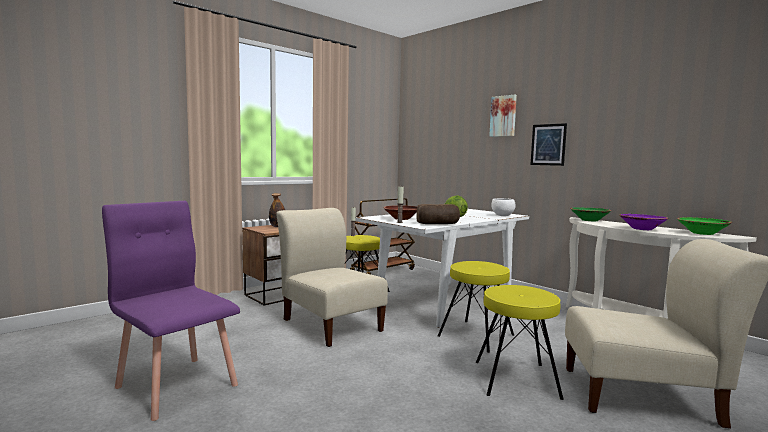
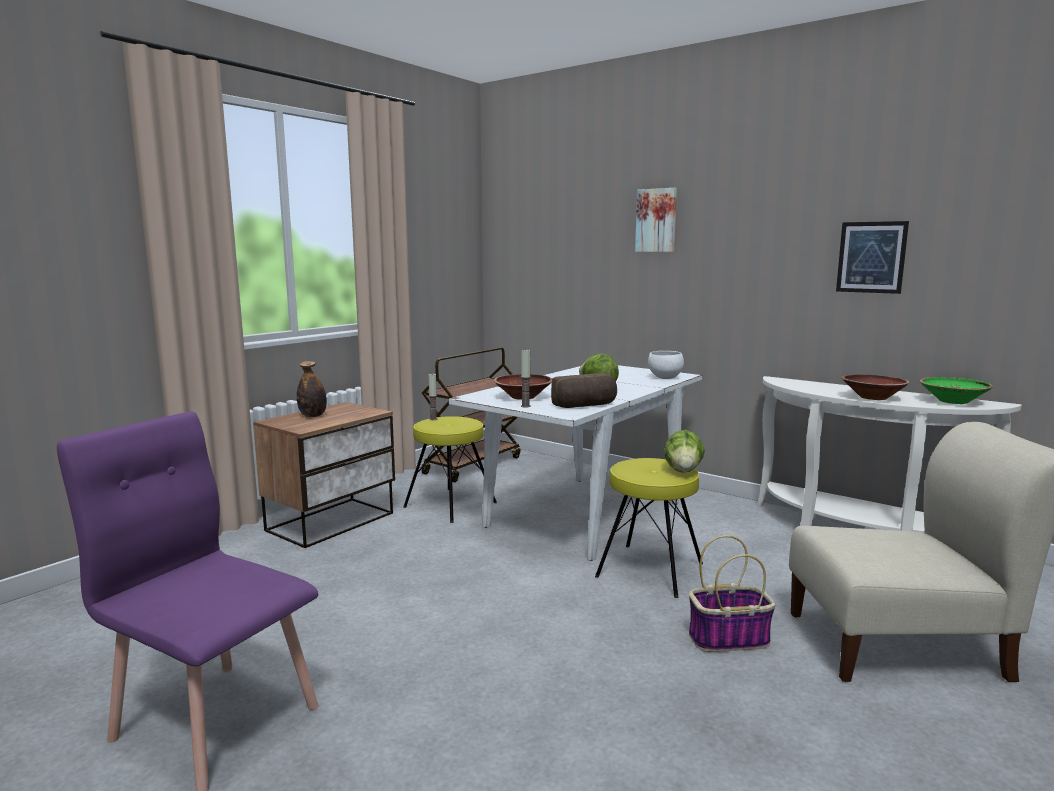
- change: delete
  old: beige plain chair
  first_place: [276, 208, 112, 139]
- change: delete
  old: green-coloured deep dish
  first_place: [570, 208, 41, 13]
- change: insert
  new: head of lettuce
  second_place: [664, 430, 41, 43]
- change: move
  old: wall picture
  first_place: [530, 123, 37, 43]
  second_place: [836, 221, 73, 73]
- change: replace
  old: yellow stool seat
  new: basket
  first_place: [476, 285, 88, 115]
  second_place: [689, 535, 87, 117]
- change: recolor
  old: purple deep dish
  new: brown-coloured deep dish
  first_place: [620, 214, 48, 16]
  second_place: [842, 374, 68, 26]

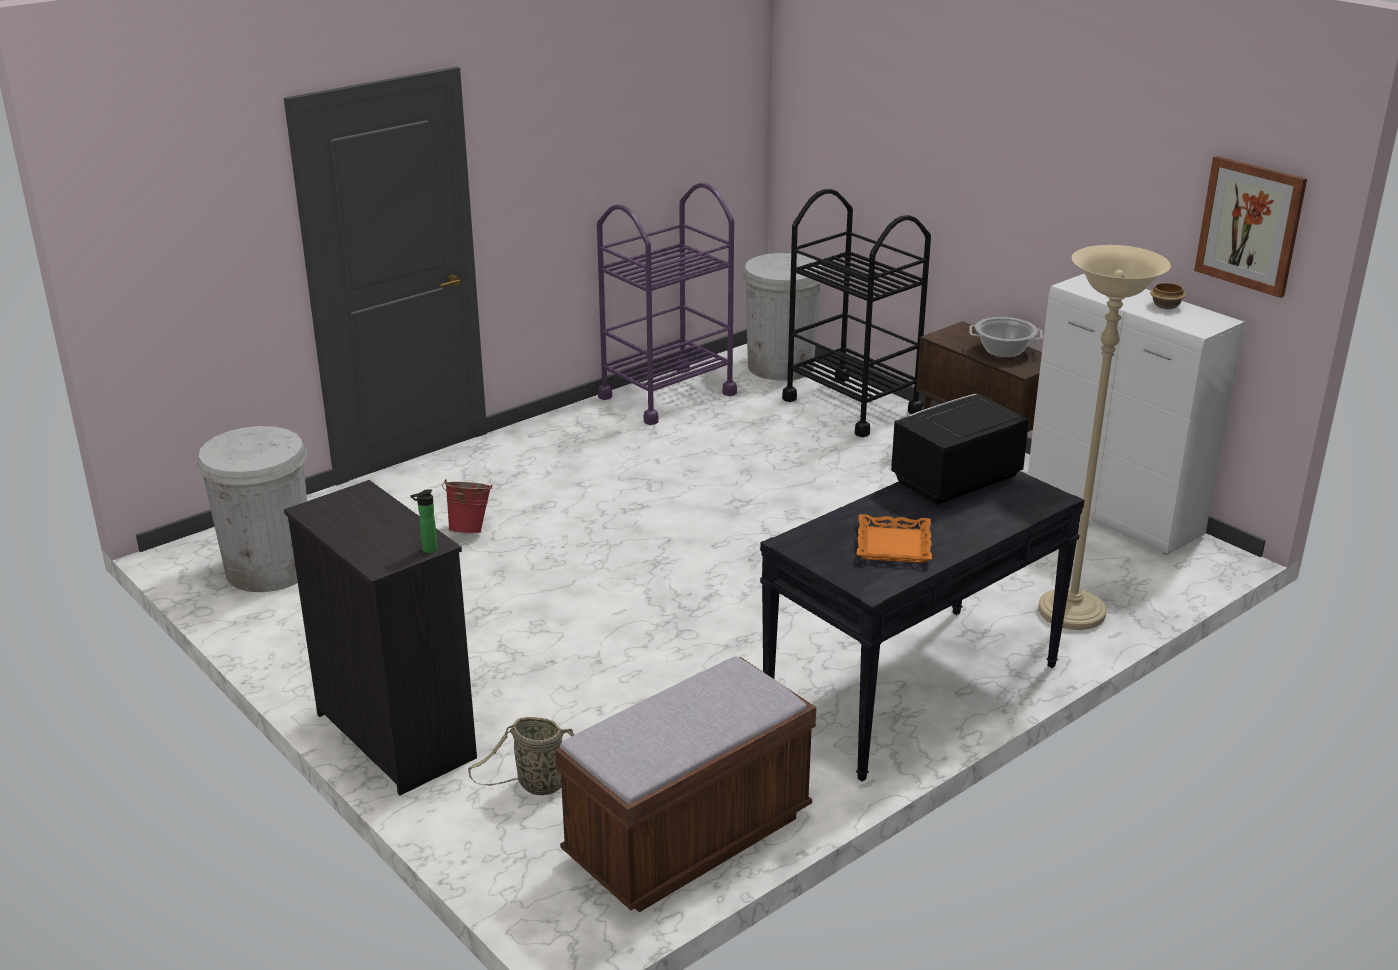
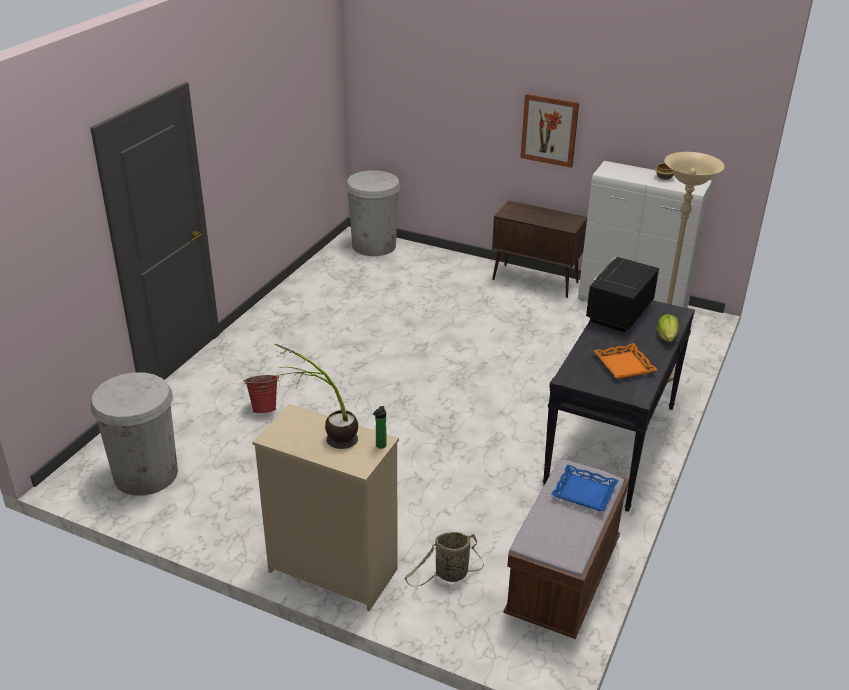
- change: delete
  old: purple cart
  first_place: [597, 183, 140, 242]
- change: delete
  old: black-coloured cart
  first_place: [782, 189, 149, 248]
- change: delete
  old: stockpot
  first_place: [969, 317, 74, 41]
- change: insert
  new: plant in a pot
  second_place: [275, 344, 83, 105]
- change: insert
  new: blue serving tray
  second_place: [551, 464, 68, 47]
- change: insert
  new: head of lettuce
  second_place: [657, 314, 22, 28]
- change: move
  old: wall picture
  first_place: [1194, 156, 113, 142]
  second_place: [520, 94, 59, 74]
- change: recolor
  old: black-coloured chest of drawers
  new: beige chest of drawers
  first_place: [284, 480, 193, 315]
  second_place: [252, 404, 147, 207]

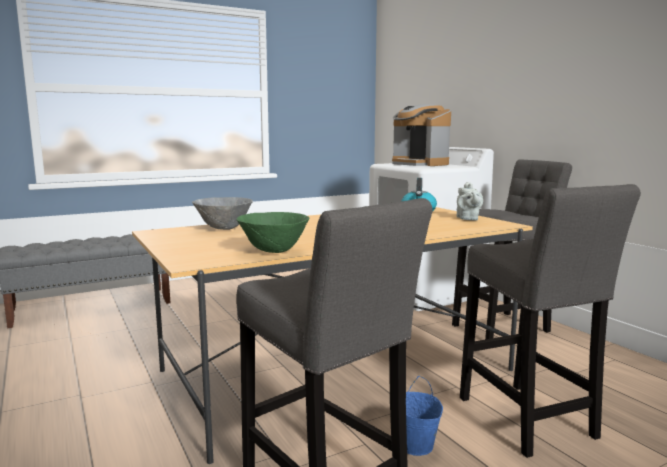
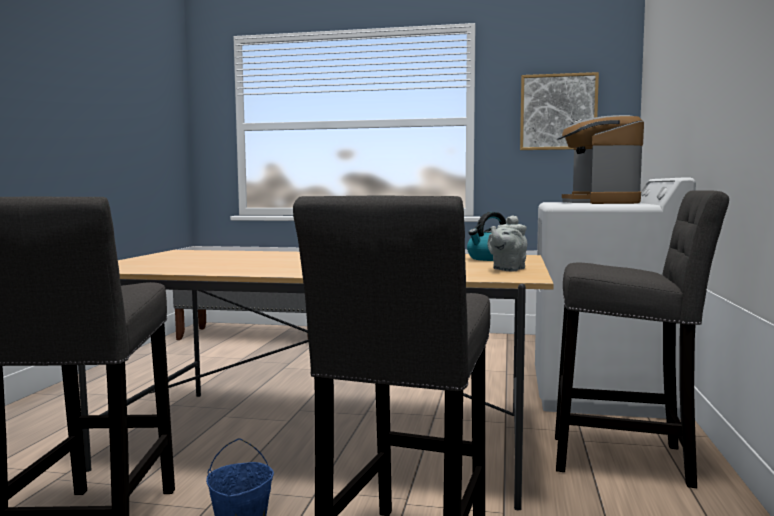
- change: delete
  old: gray deep dish
  first_place: [192, 197, 61, 33]
- change: delete
  old: green-coloured deep dish
  first_place: [236, 212, 74, 41]
- change: insert
  new: wall picture
  second_place: [520, 72, 79, 78]

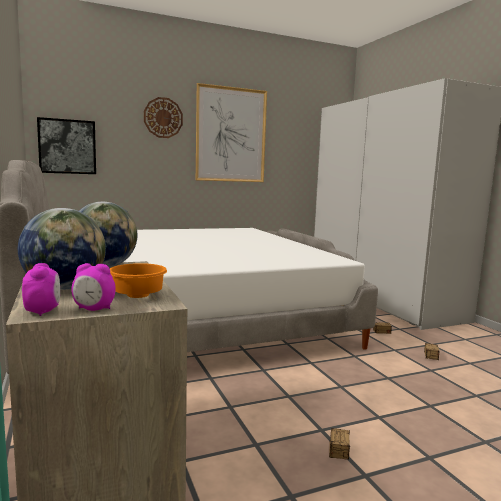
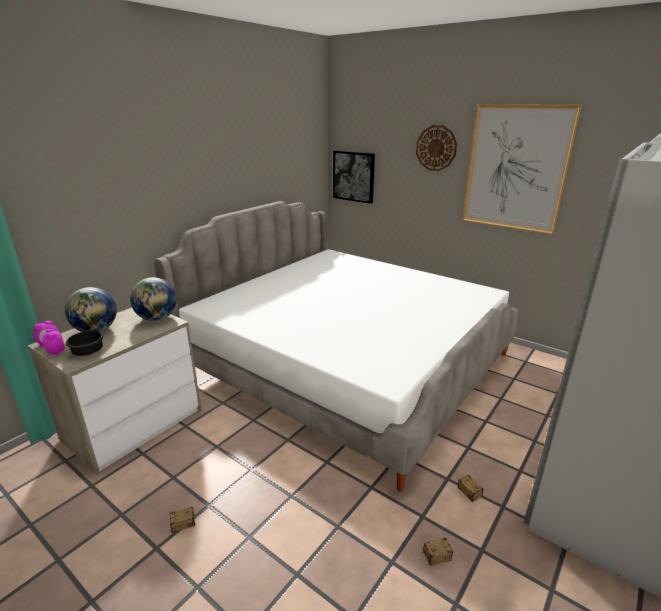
- change: recolor
  old: orange deep dish
  new: black-coloured deep dish
  first_place: [110, 263, 57, 35]
  second_place: [66, 331, 38, 25]

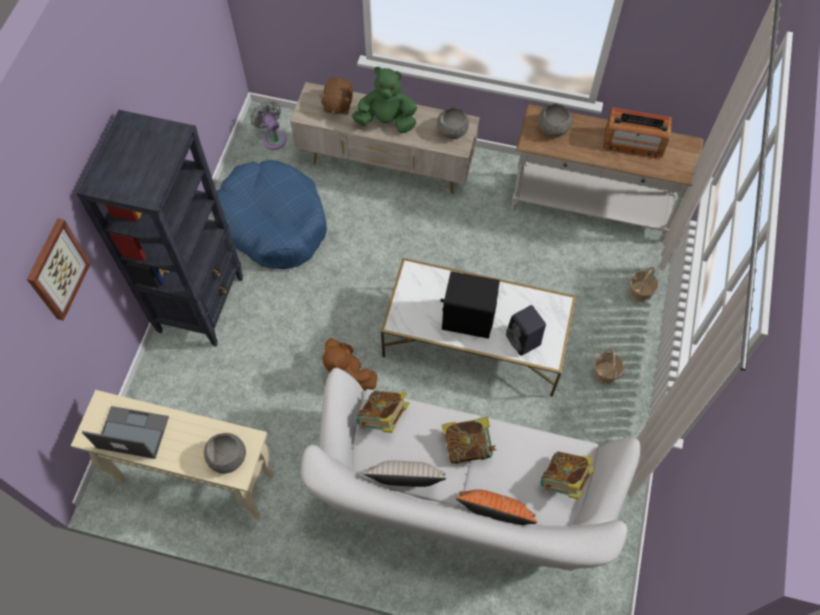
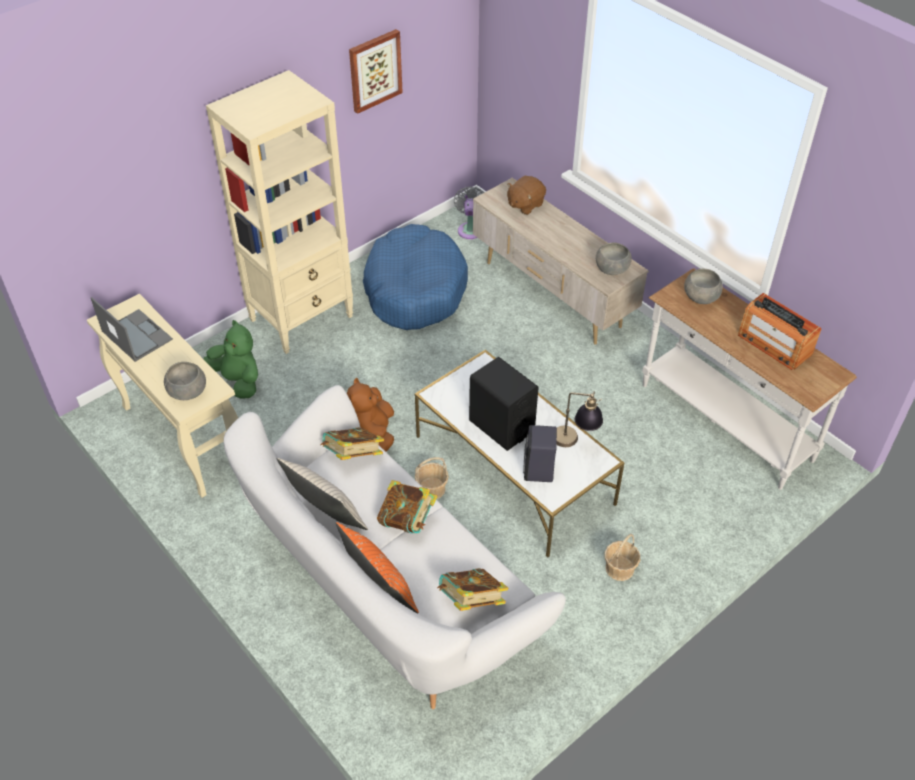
- change: insert
  new: table lamp
  second_place: [557, 392, 46, 55]
- change: move
  old: wall picture
  first_place: [27, 218, 64, 103]
  second_place: [349, 29, 54, 85]
- change: move
  old: green-coloured soft toy
  first_place: [352, 67, 65, 66]
  second_place: [204, 320, 54, 79]
- change: move
  old: basket
  first_place: [629, 266, 30, 36]
  second_place: [415, 457, 34, 43]
- change: recolor
  old: black-coloured bookcase
  new: beige bookcase
  first_place: [76, 110, 167, 236]
  second_place: [206, 70, 147, 284]

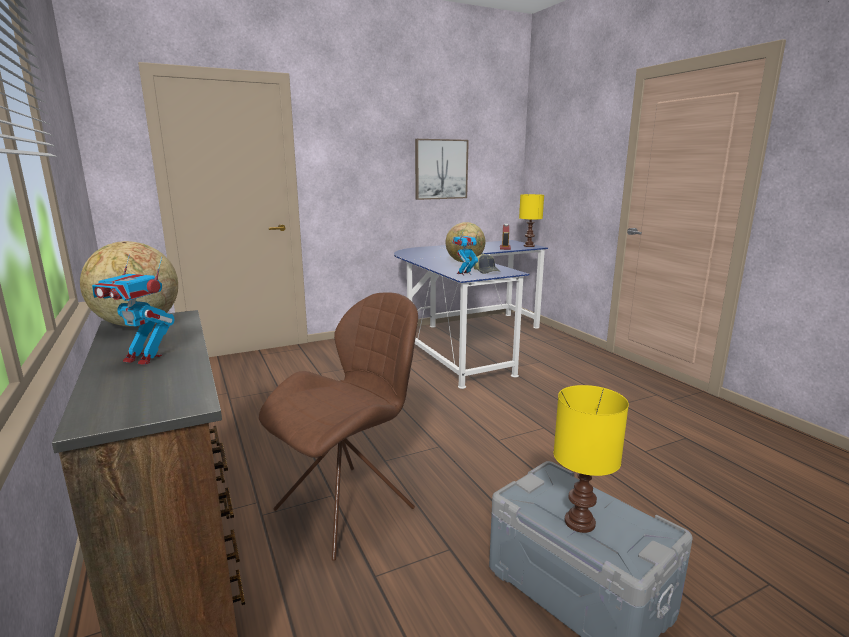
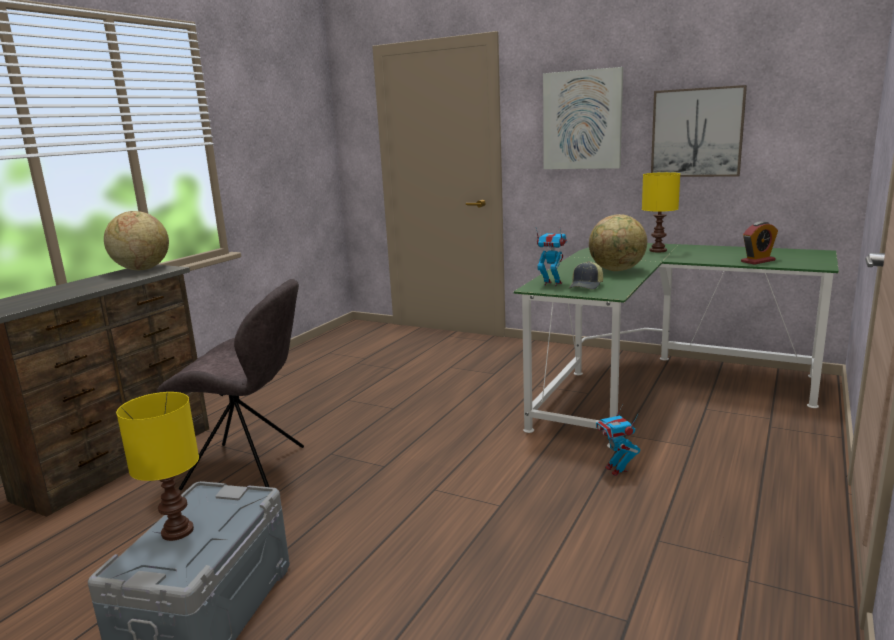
- change: insert
  new: wall picture
  second_place: [543, 67, 80, 102]
- change: move
  old: toy robot
  first_place: [92, 255, 83, 110]
  second_place: [596, 403, 44, 73]
- change: move
  old: yellow table lamp
  first_place: [519, 194, 25, 53]
  second_place: [642, 172, 38, 80]
- change: recolor
  old: brown-coloured plain chair
  new: gray plain chair
  first_place: [259, 293, 159, 268]
  second_place: [156, 279, 148, 211]
- change: recolor
  old: blue desk
  new: green-coloured desk
  first_place: [394, 240, 154, 149]
  second_place: [514, 243, 325, 205]

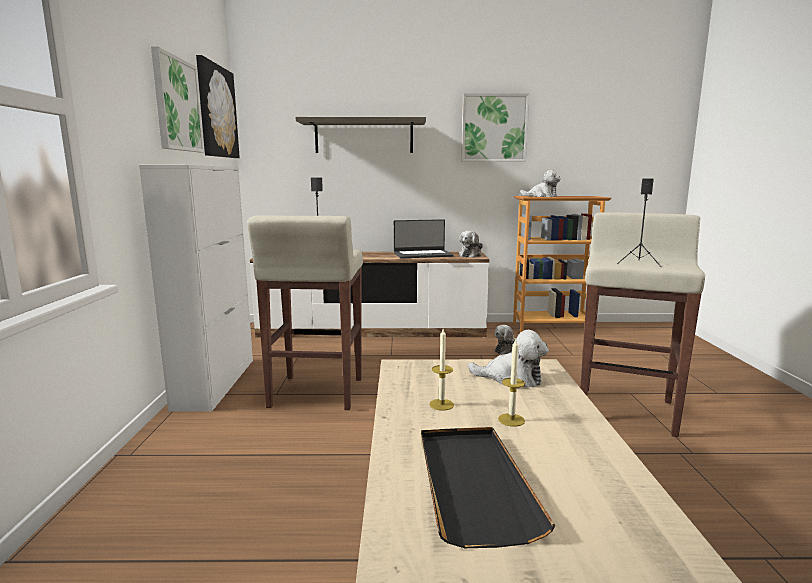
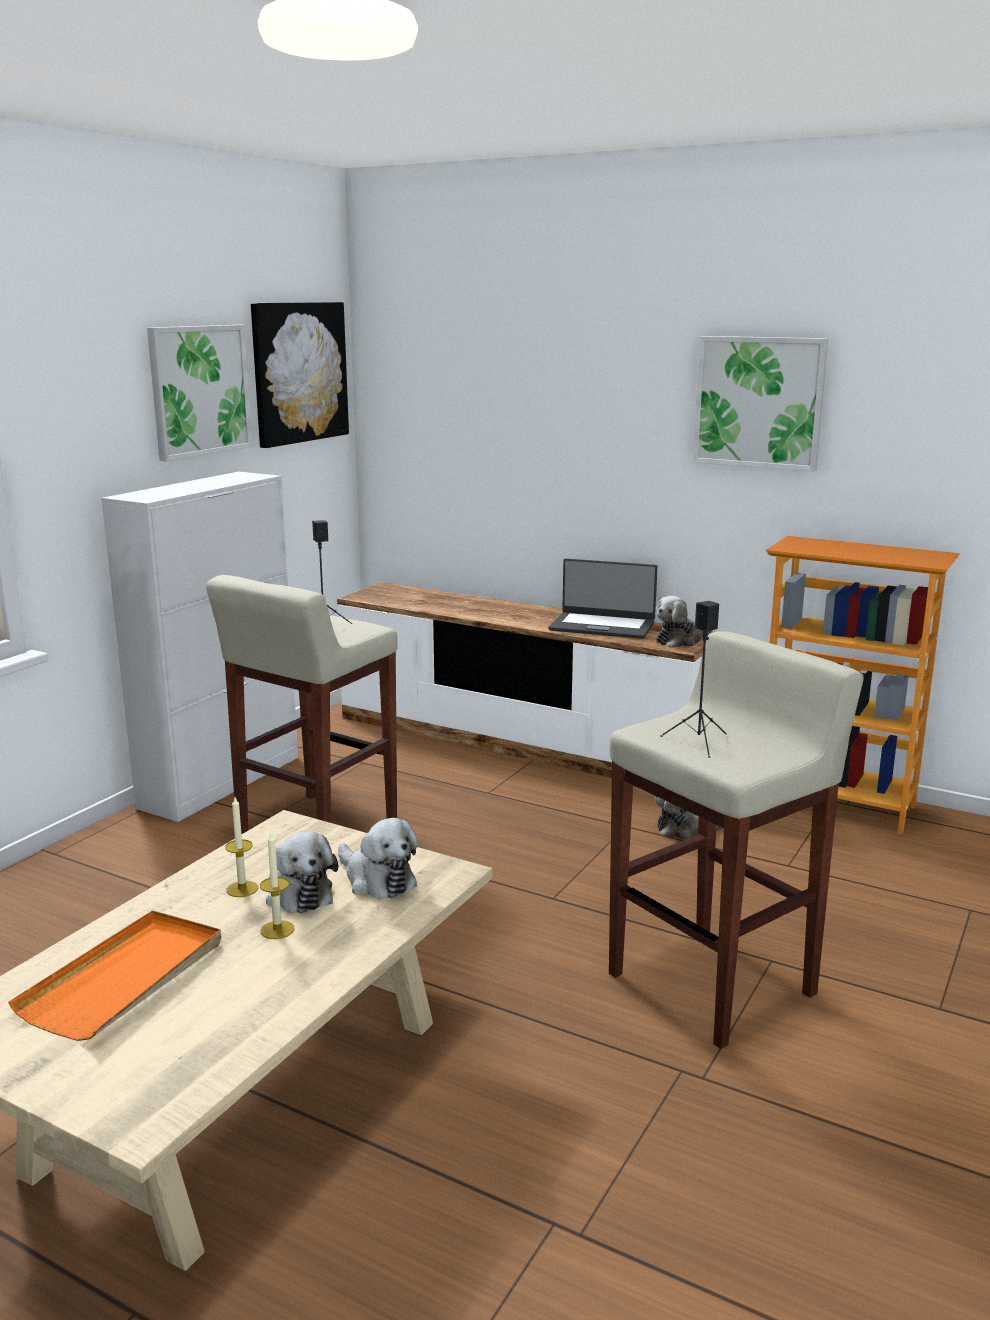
- change: delete
  old: wall shelf
  first_place: [296, 117, 130, 36]
- change: move
  old: soft toy
  first_place: [520, 170, 40, 27]
  second_place: [266, 831, 72, 82]
- change: recolor
  old: black-coloured serving tray
  new: orange serving tray
  first_place: [421, 427, 134, 121]
  second_place: [8, 910, 213, 131]

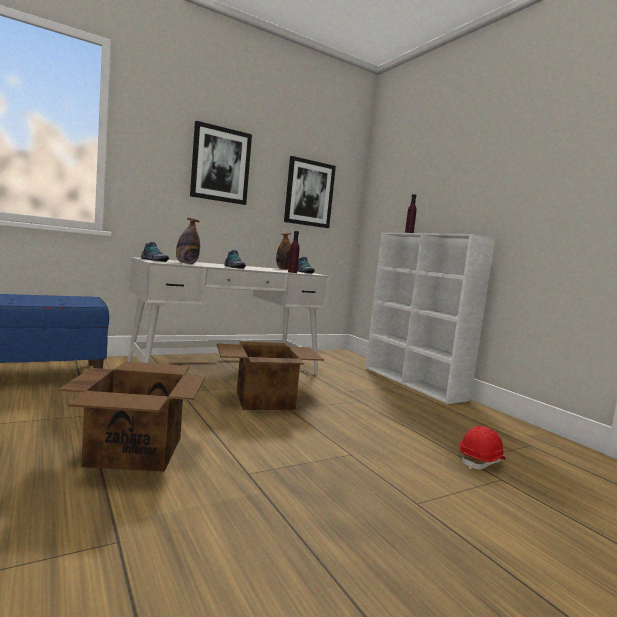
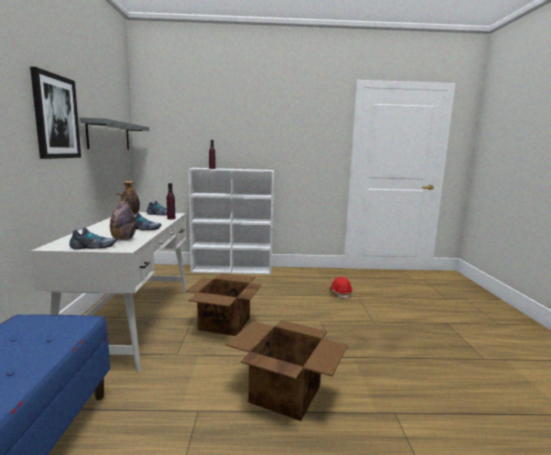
- change: replace
  old: wall picture
  new: gray wall shelf
  first_place: [284, 156, 52, 72]
  second_place: [79, 117, 70, 32]

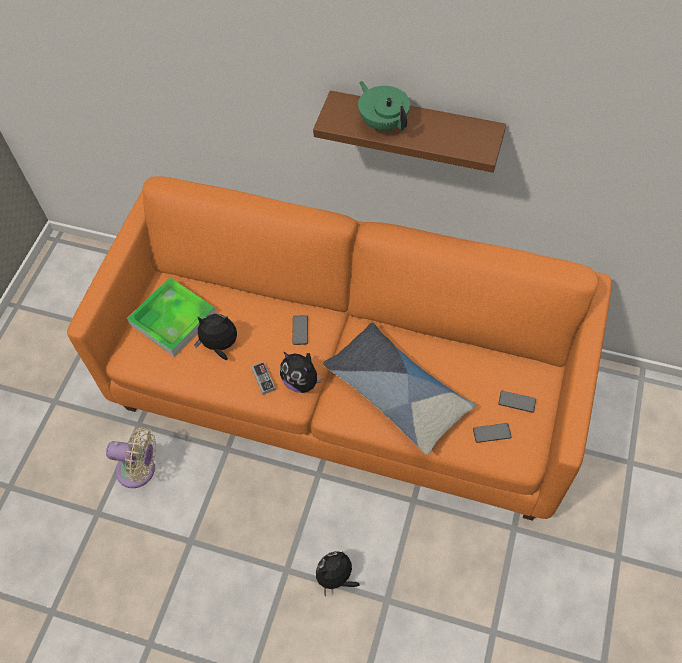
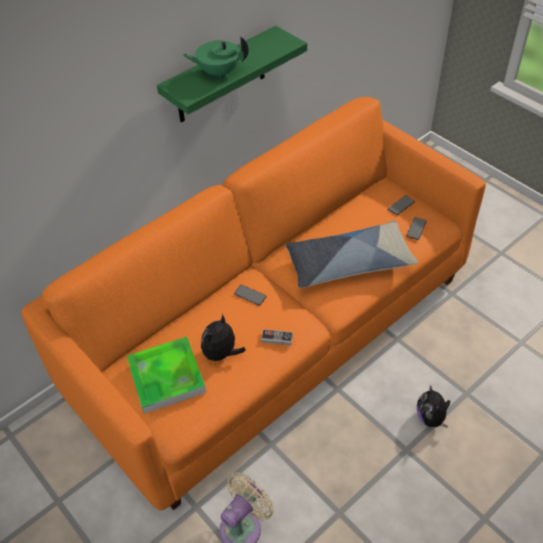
- change: delete
  old: soft toy
  first_place: [280, 352, 44, 41]
- change: recolor
  old: brown-coloured wall shelf
  new: green-coloured wall shelf
  first_place: [313, 91, 193, 82]
  second_place: [157, 26, 150, 97]

